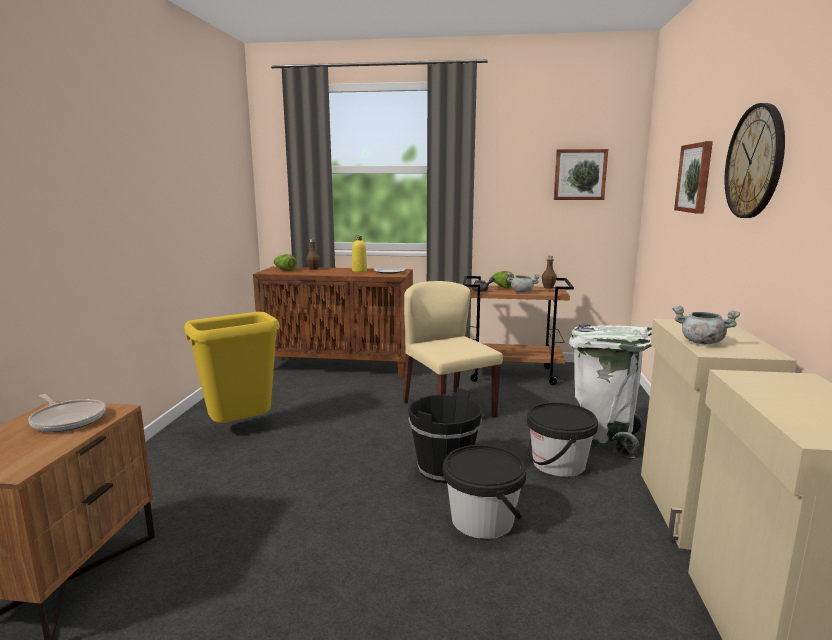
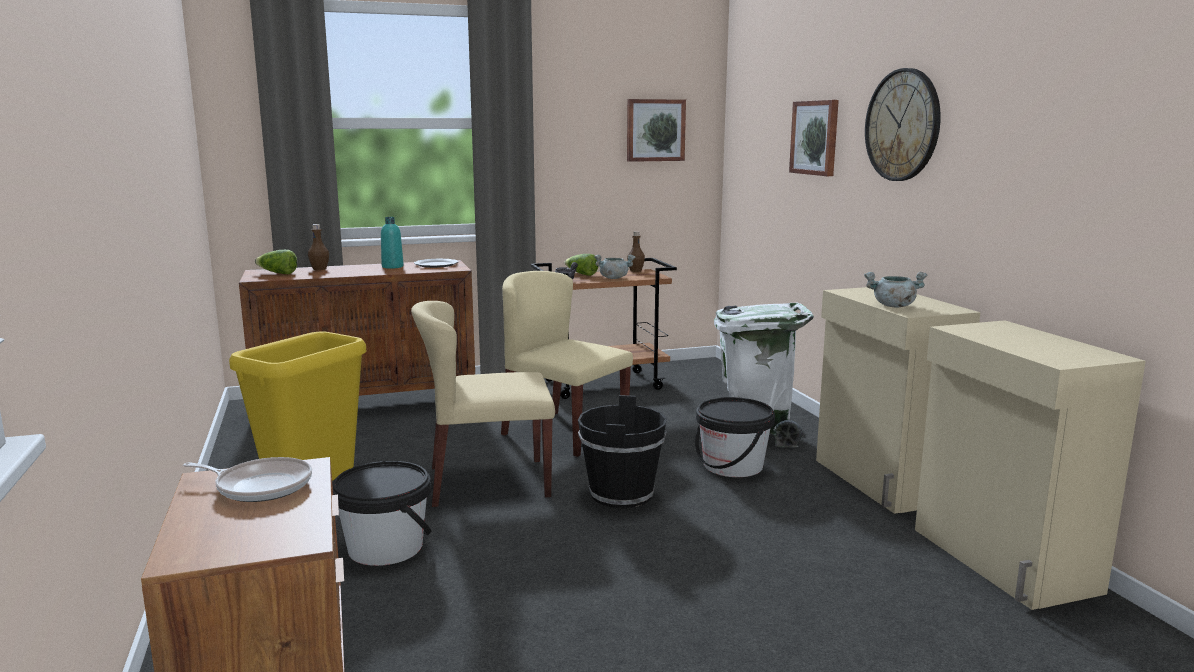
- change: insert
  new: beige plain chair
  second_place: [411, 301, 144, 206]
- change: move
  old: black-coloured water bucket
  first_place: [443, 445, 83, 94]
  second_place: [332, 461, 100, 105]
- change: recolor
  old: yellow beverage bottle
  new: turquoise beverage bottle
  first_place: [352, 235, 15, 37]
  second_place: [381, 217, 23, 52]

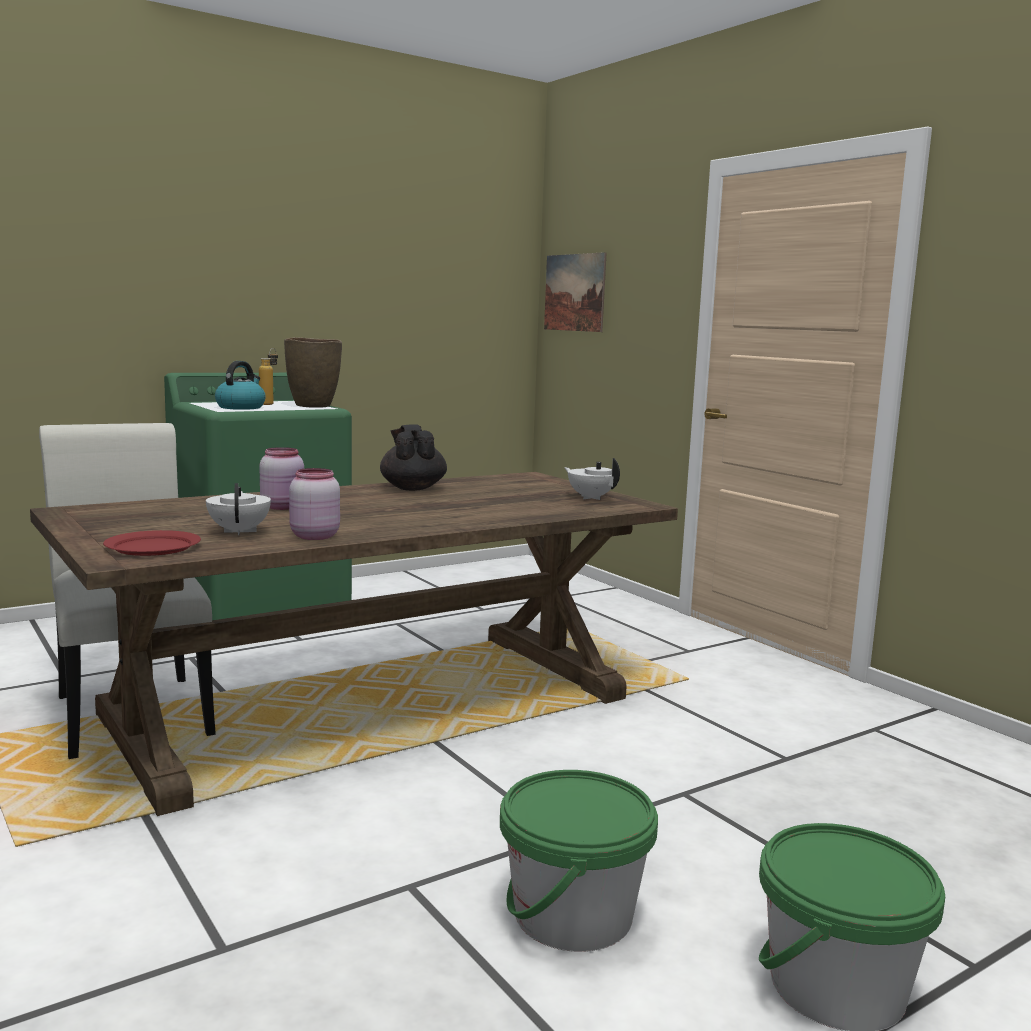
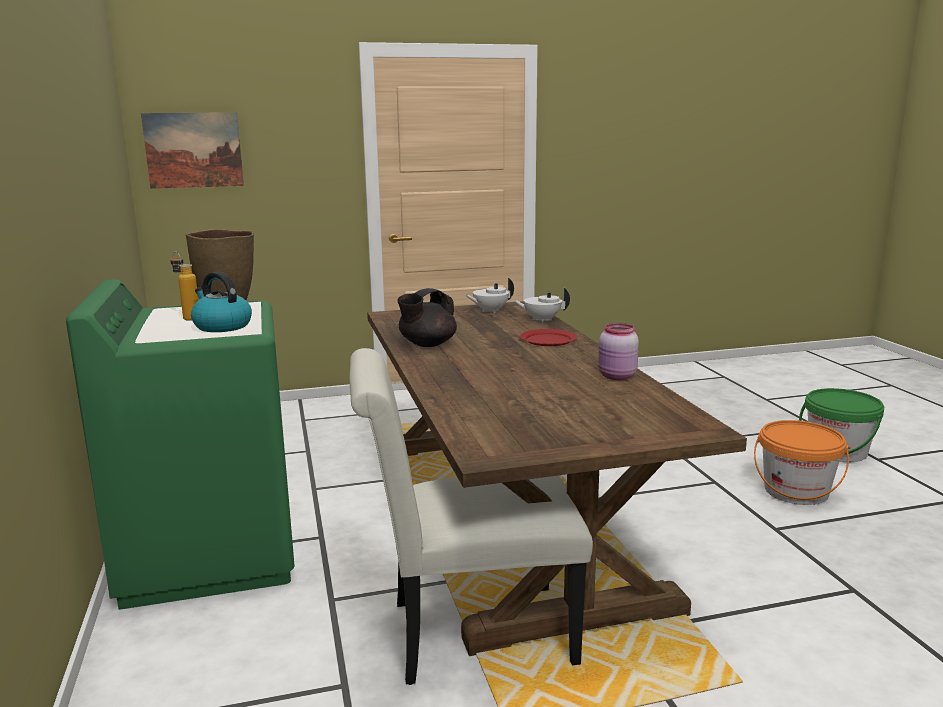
- change: delete
  old: pink storage jar
  first_place: [260, 447, 44, 63]
- change: move
  old: reddish dinner plate
  first_place: [103, 530, 98, 26]
  second_place: [520, 329, 57, 17]
- change: move
  old: whitish teapot
  first_place: [206, 483, 65, 52]
  second_place: [513, 288, 57, 34]
- change: recolor
  old: green-coloured water bucket
  new: orange water bucket
  first_place: [500, 770, 158, 182]
  second_place: [754, 420, 95, 85]
- change: rotate
  old: black-coloured teapot
  first_place: [380, 424, 67, 67]
  second_place: [397, 288, 60, 59]
  degrees: -45

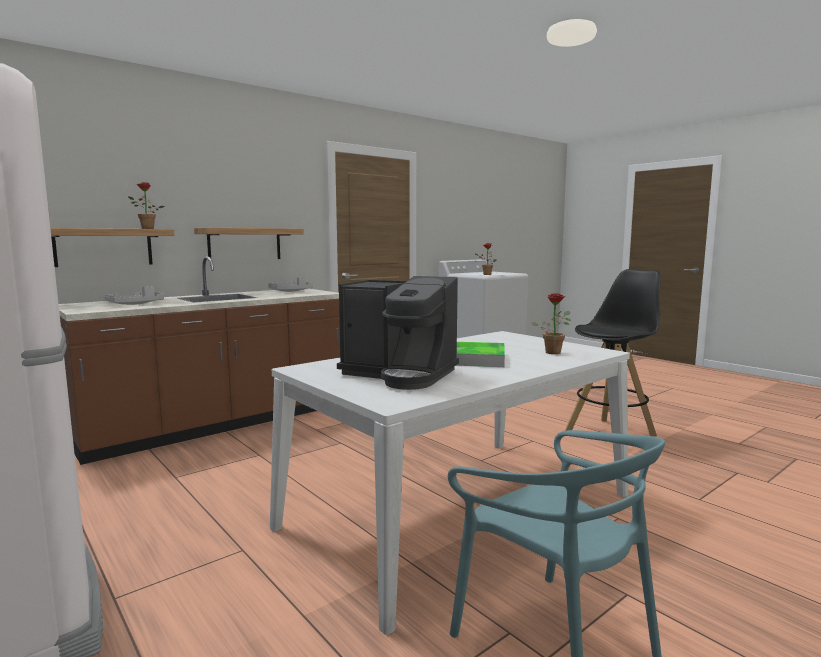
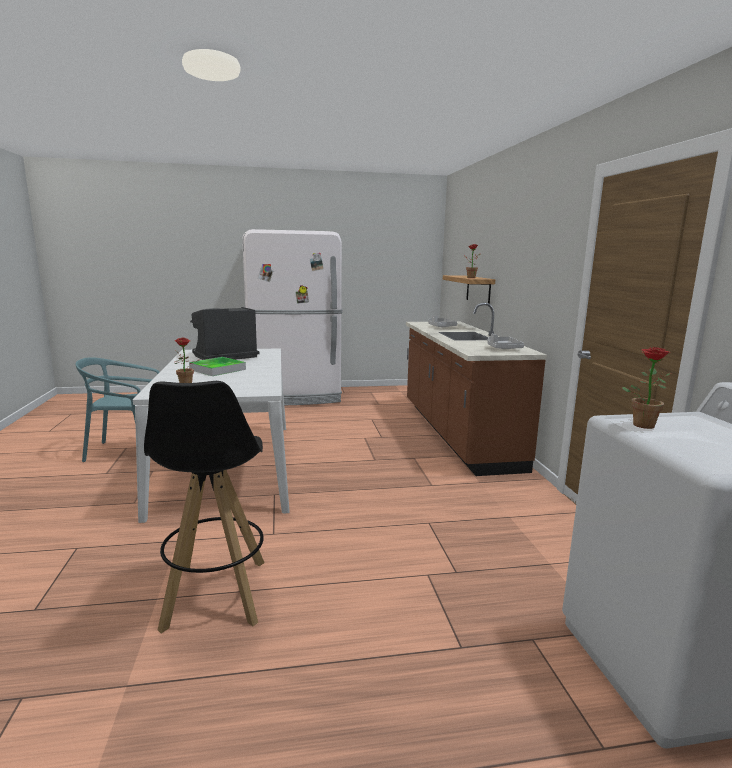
- change: delete
  old: wall shelf
  first_place: [194, 228, 110, 33]

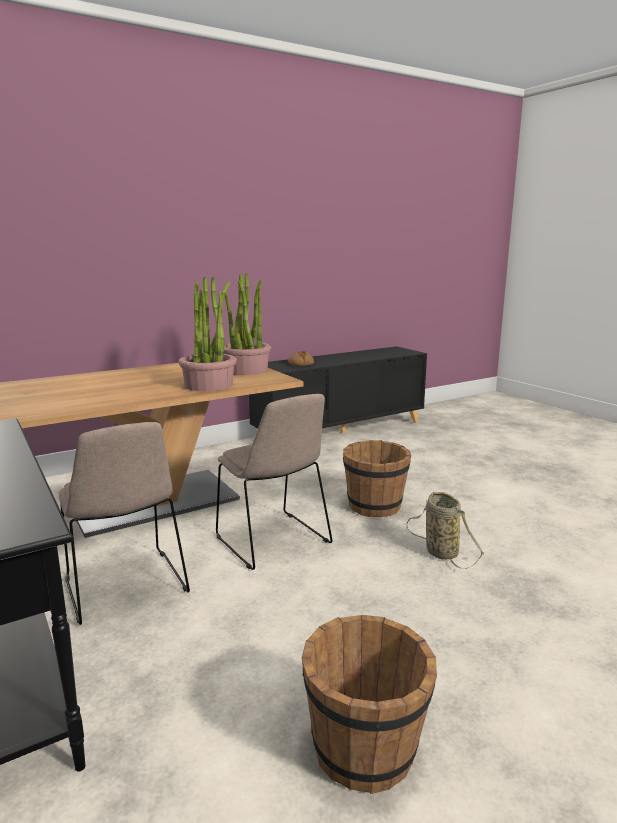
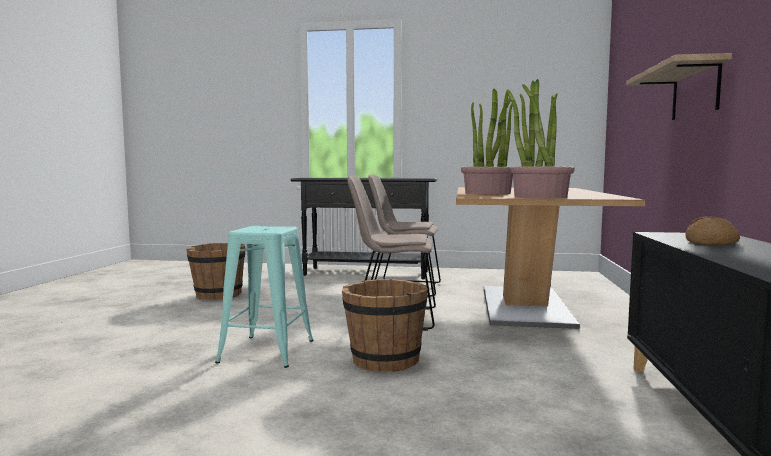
- change: insert
  new: wall shelf
  second_place: [626, 53, 106, 67]
- change: replace
  old: basket
  new: turquoise stool seat
  first_place: [406, 492, 78, 77]
  second_place: [215, 226, 99, 142]

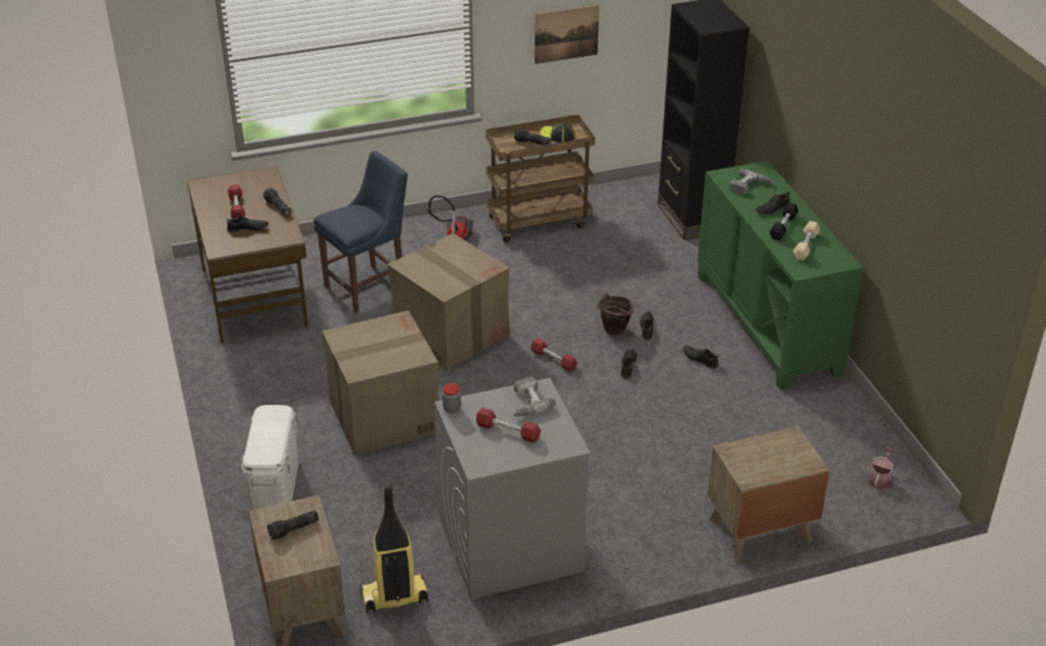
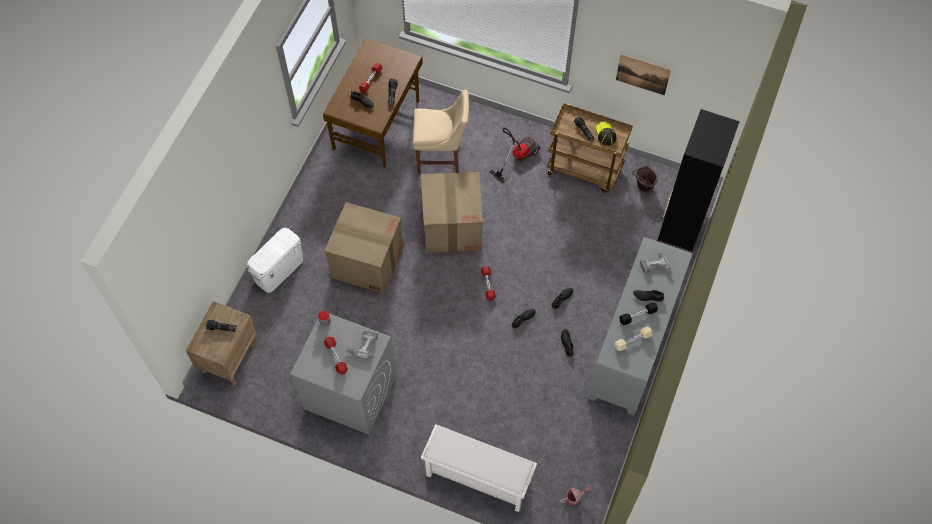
- change: delete
  old: vacuum
  first_place: [360, 484, 68, 130]
- change: move
  old: brown-coloured water bucket
  first_place: [597, 293, 36, 43]
  second_place: [632, 165, 26, 27]
- change: replace
  old: brown-coloured nightstand
  new: whitish shoe shelf
  first_place: [707, 427, 123, 135]
  second_place: [421, 424, 116, 88]
- change: recolor
  old: blue plain chair
  new: beige plain chair
  first_place: [314, 151, 94, 162]
  second_place: [413, 90, 56, 84]
- change: recolor
  old: green-coloured storage cabinet
  new: gray storage cabinet
  first_place: [697, 161, 166, 229]
  second_place: [588, 237, 105, 178]

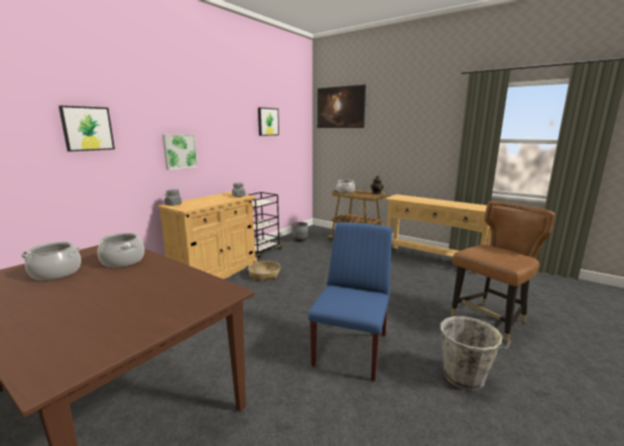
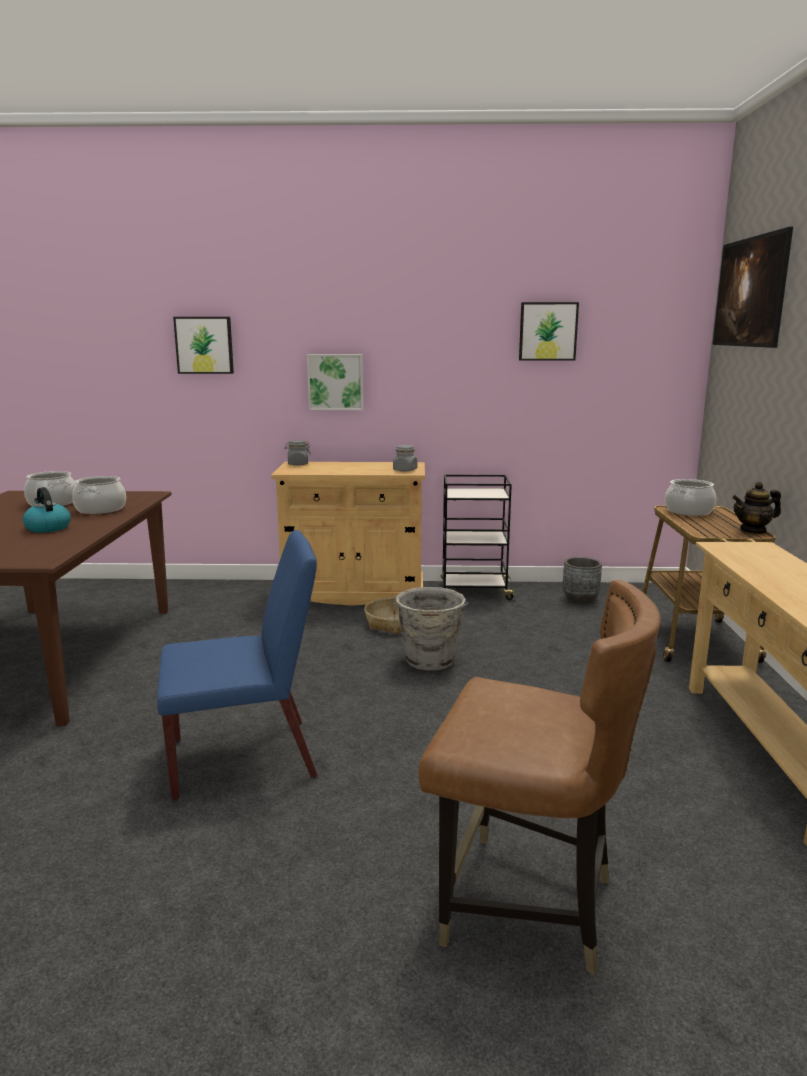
- change: insert
  new: water kettle
  second_place: [23, 487, 48, 46]
- change: move
  old: gray water bucket
  first_place: [440, 316, 71, 75]
  second_place: [392, 587, 76, 84]

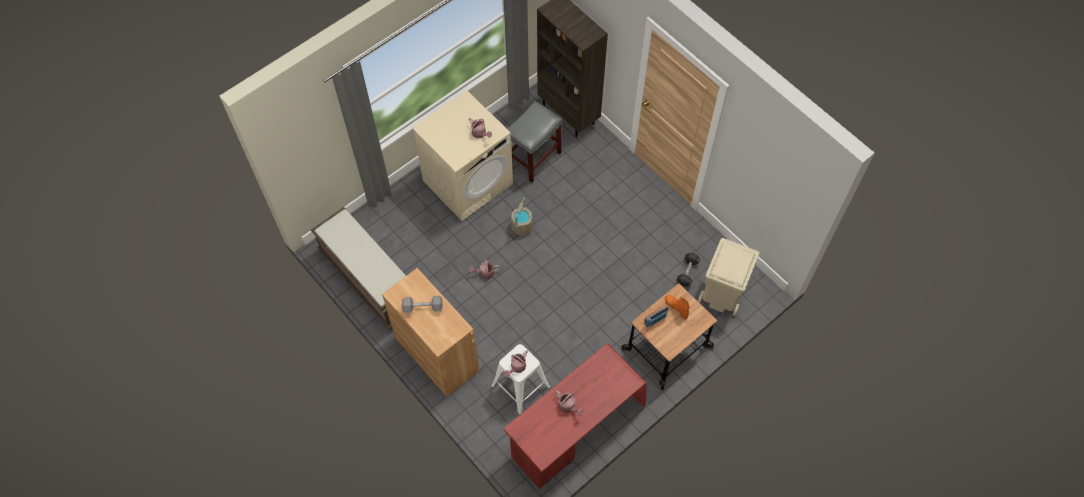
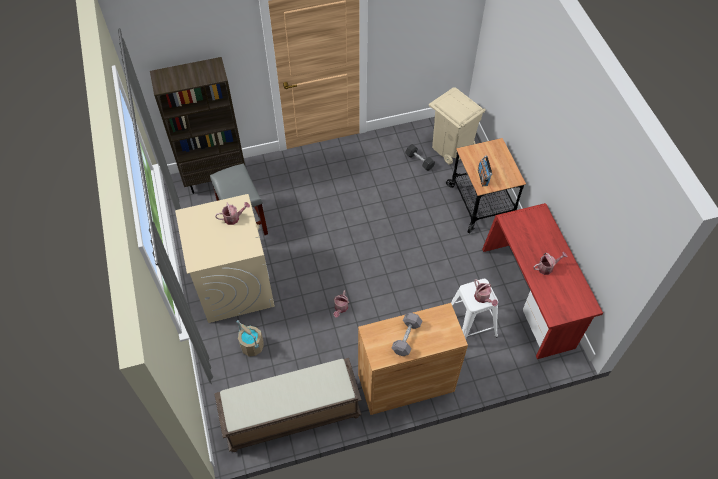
- change: delete
  old: orange high-top boot
  first_place: [665, 295, 25, 24]
- change: move
  old: beige water bucket
  first_place: [511, 198, 21, 38]
  second_place: [237, 320, 27, 36]

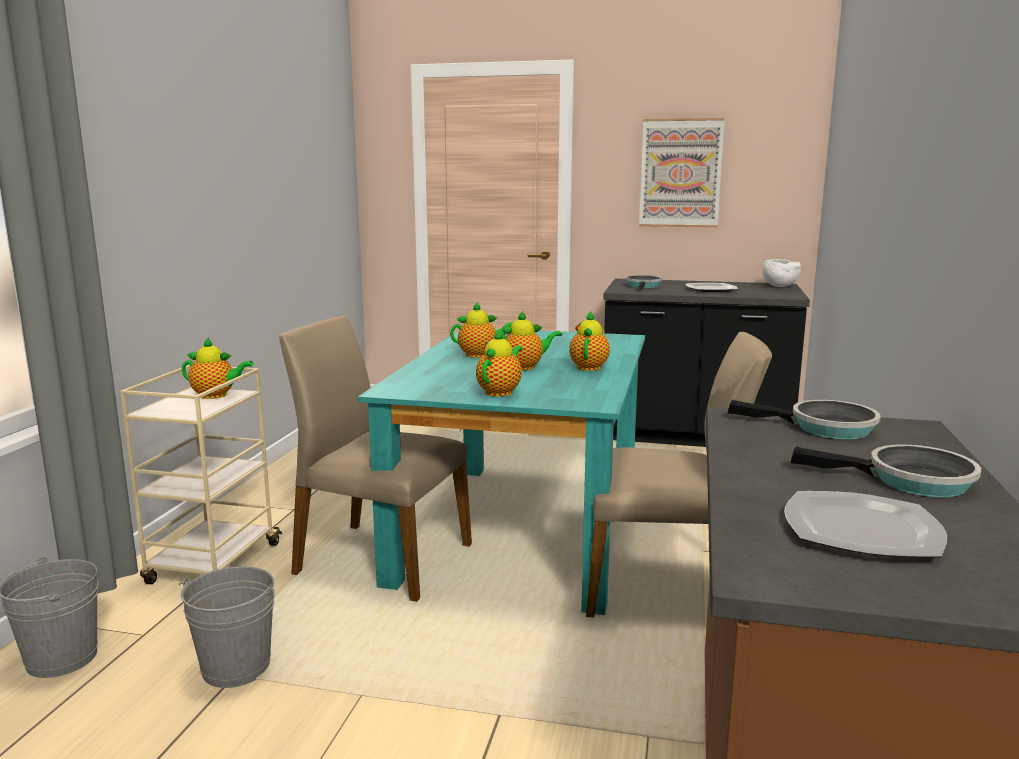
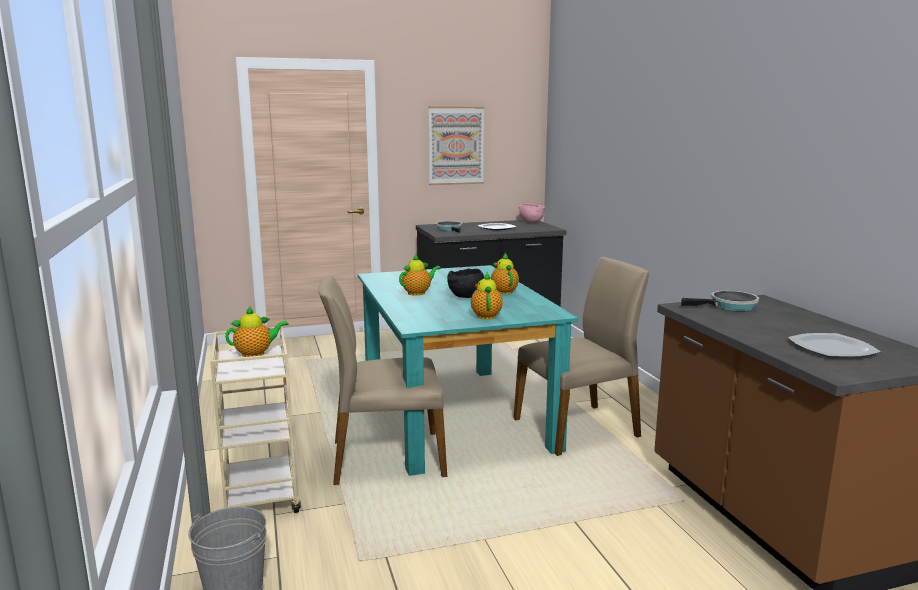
- change: delete
  old: gray water bucket
  first_place: [178, 566, 97, 122]
- change: delete
  old: frying pan
  first_place: [790, 444, 191, 53]
- change: replace
  old: teapot
  new: black-coloured deep dish
  first_place: [501, 311, 61, 60]
  second_place: [447, 268, 37, 30]
- change: recolor
  old: whitish deep dish
  new: pink deep dish
  first_place: [762, 259, 39, 28]
  second_place: [519, 203, 26, 20]

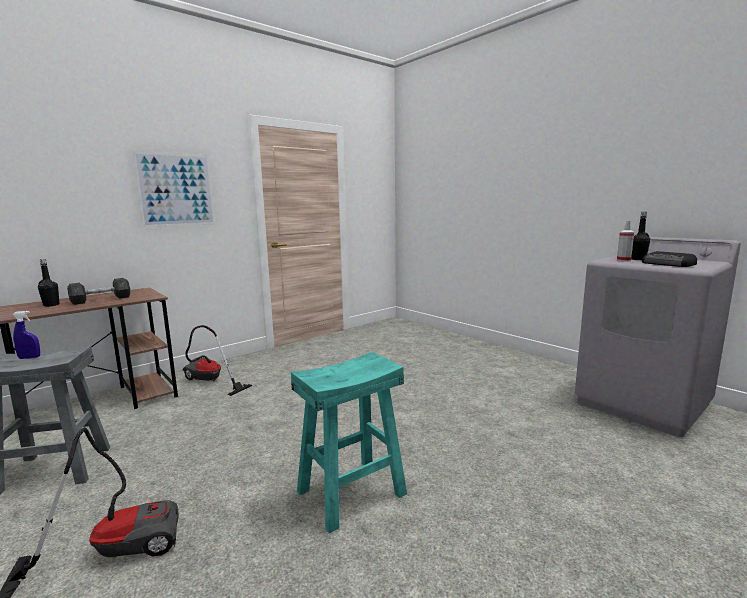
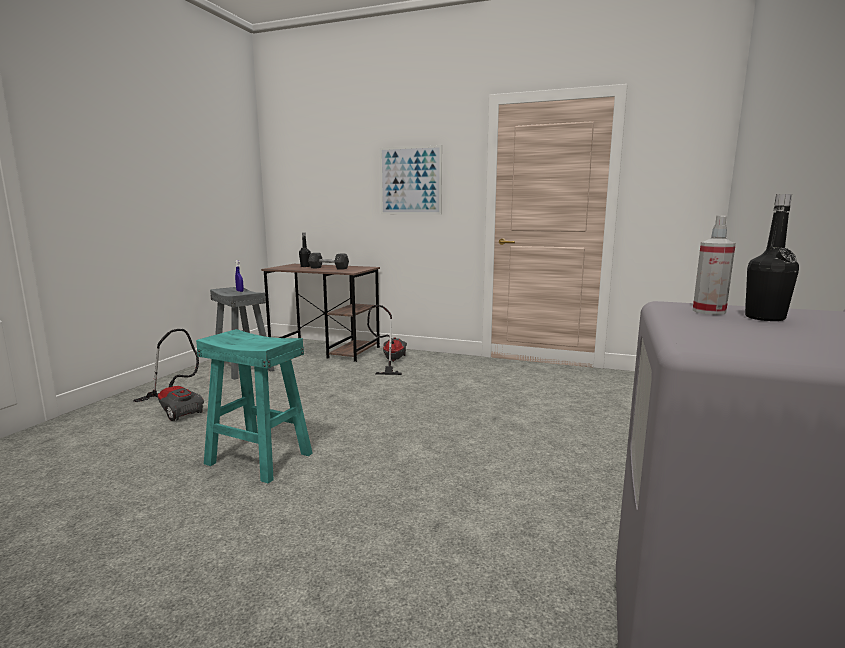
- change: delete
  old: radio set
  first_place: [642, 251, 55, 16]

